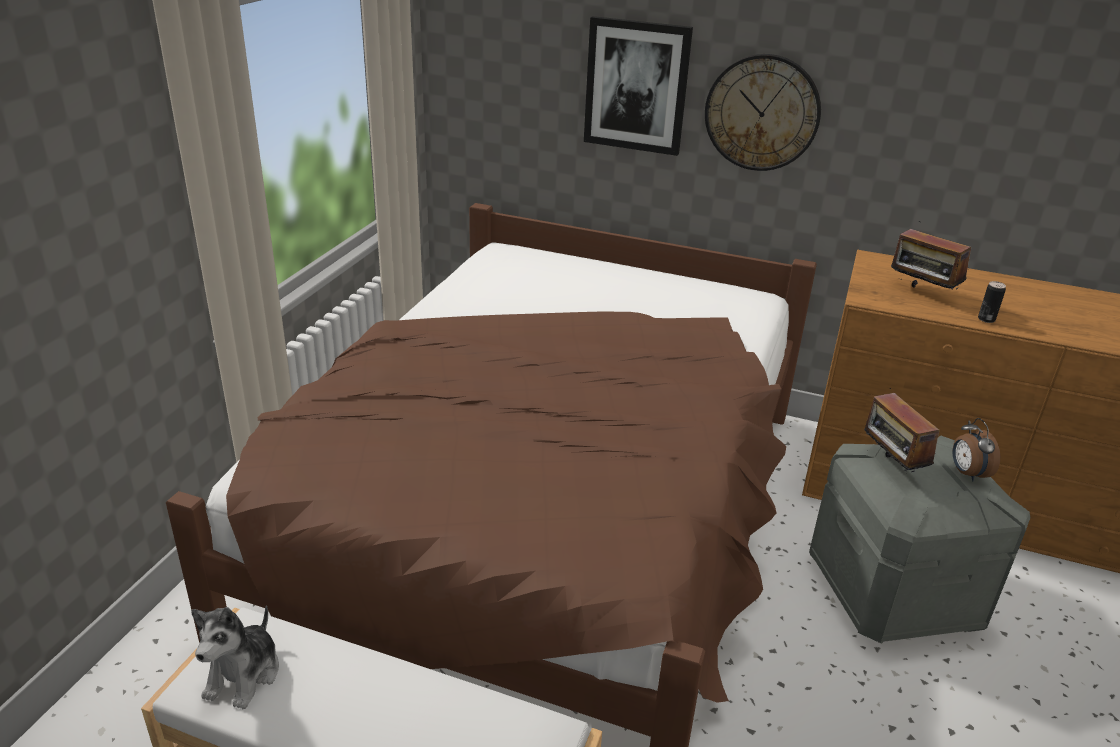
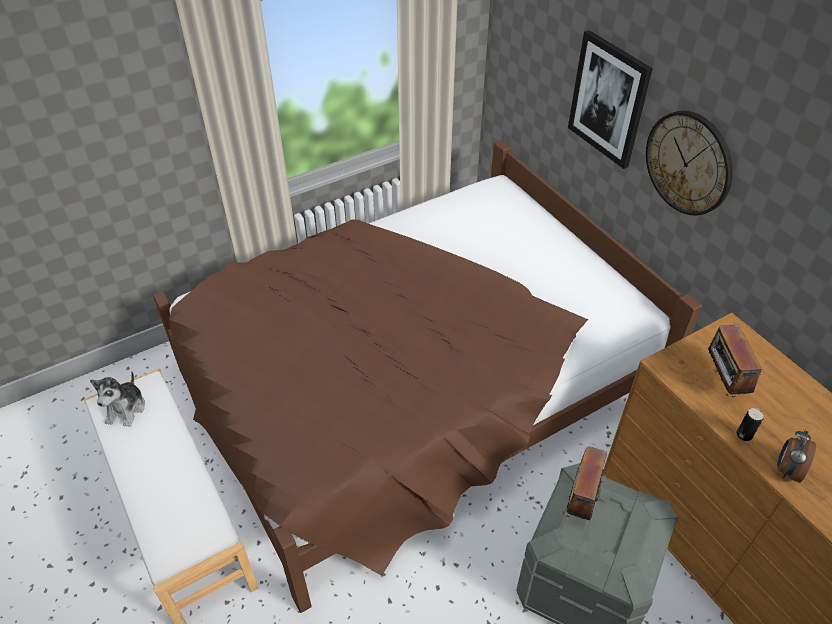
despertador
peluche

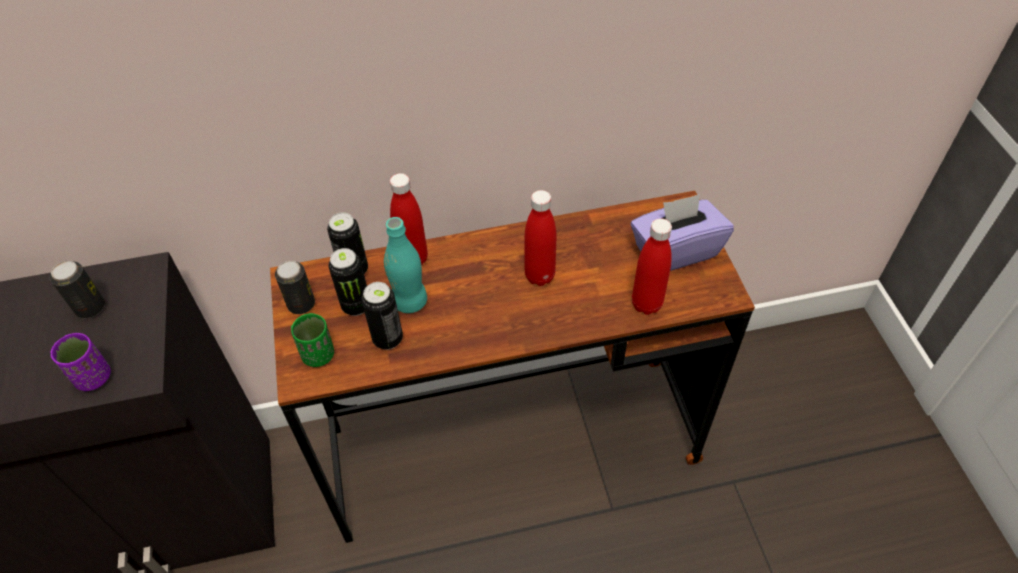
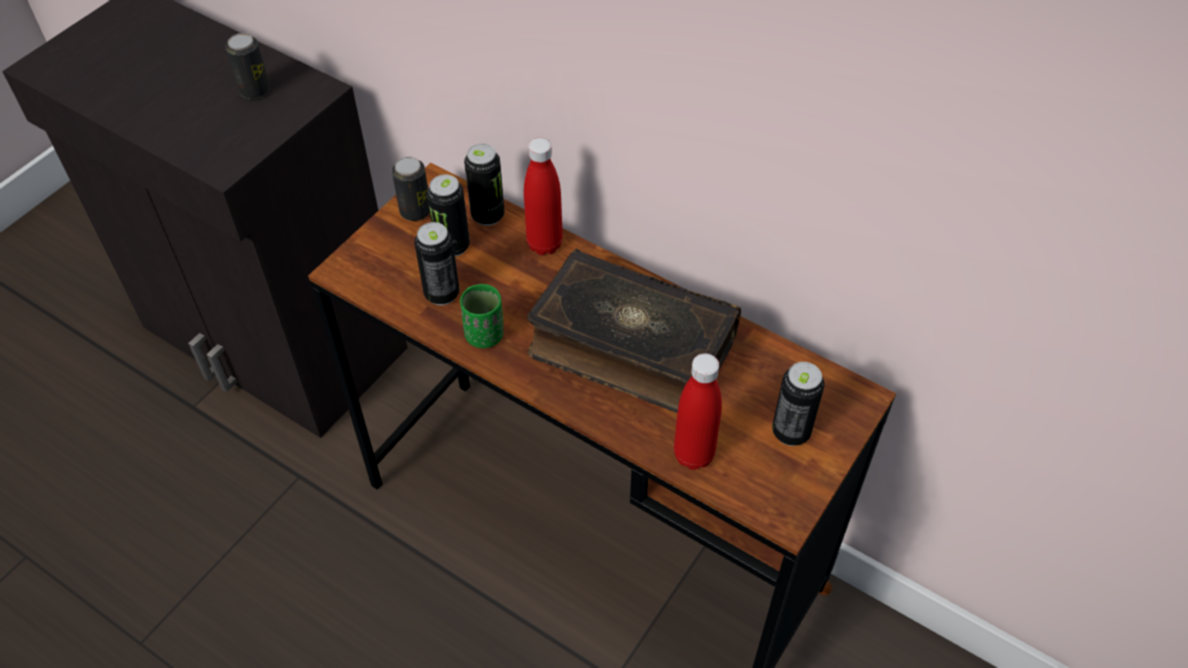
taza/morado
botella/turquesa
taza/verde
libro
lata (6th from left)

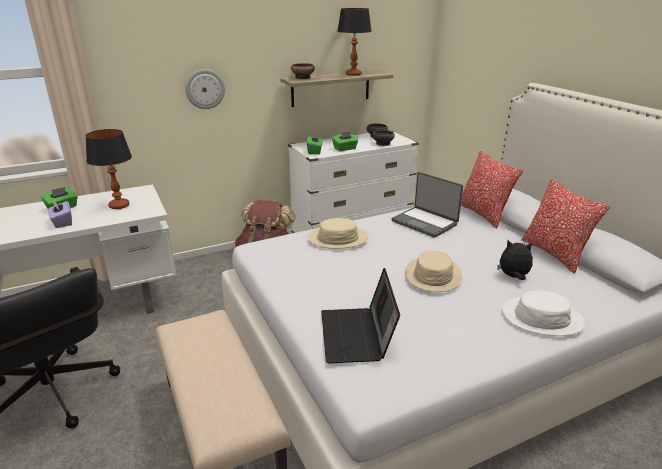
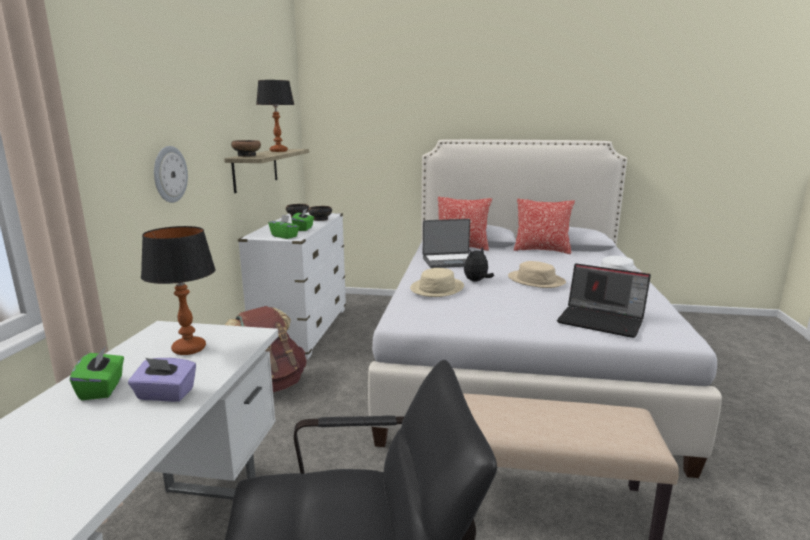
peluche

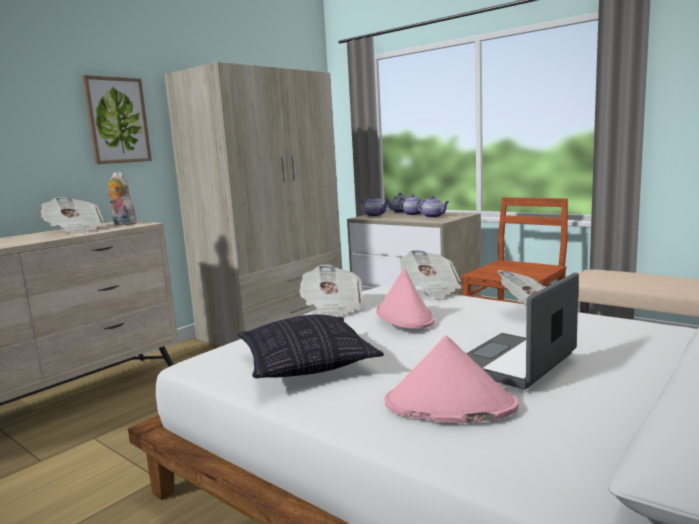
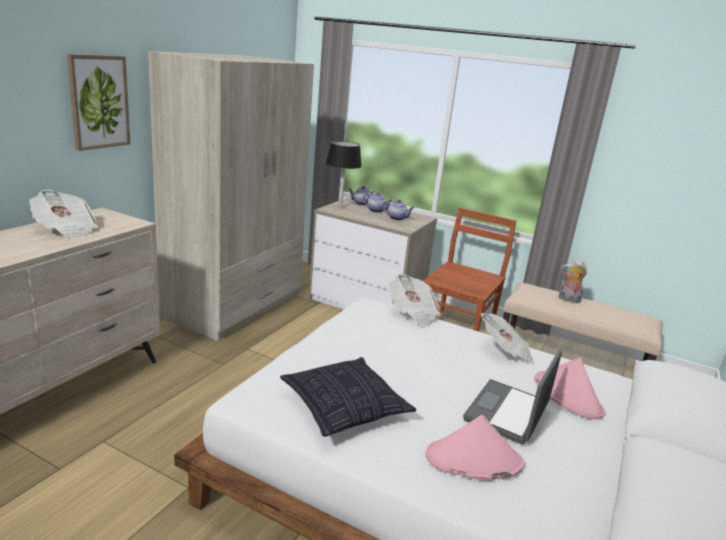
periódico (2nd from left in the first image)
peluche
sombrero/rosa (2nd from left)
lámpara de mesa/negro

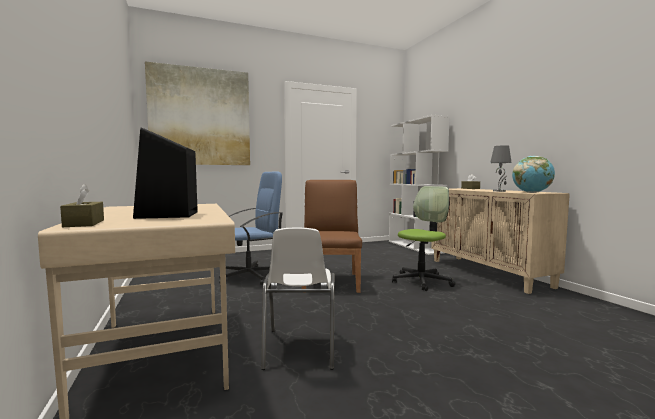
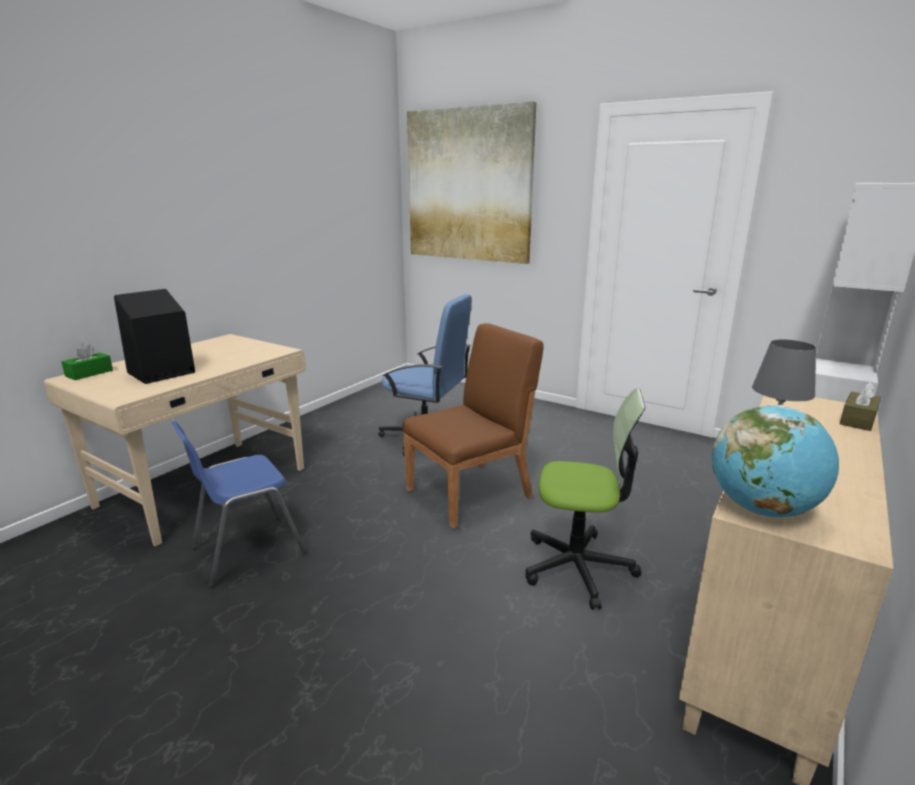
caja de pañuelos/verde
silla/azul

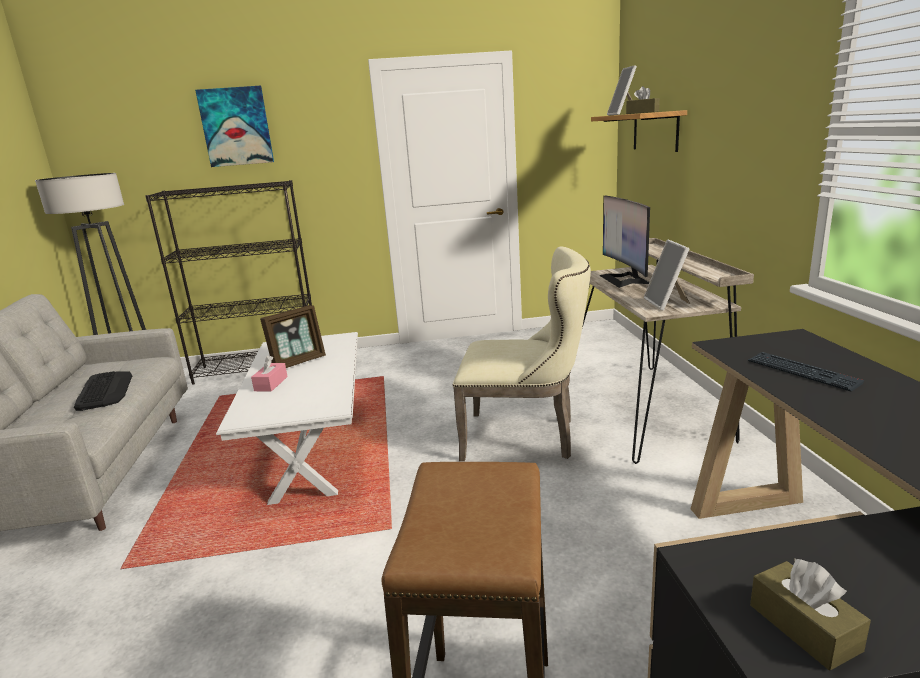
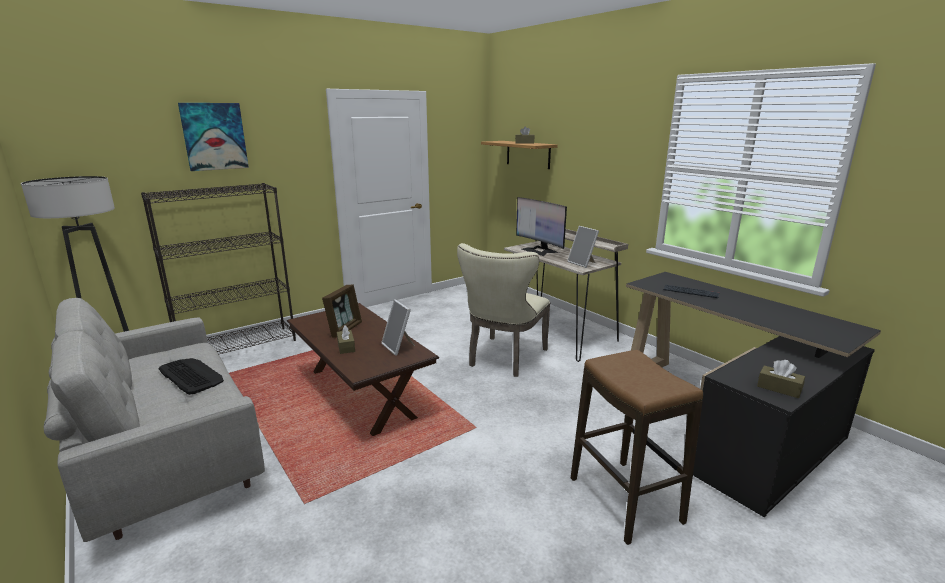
portarretratos (2nd from left)
mesa de centro/marrón
caja de pañuelos/marrón (1st from left)
silla/beis

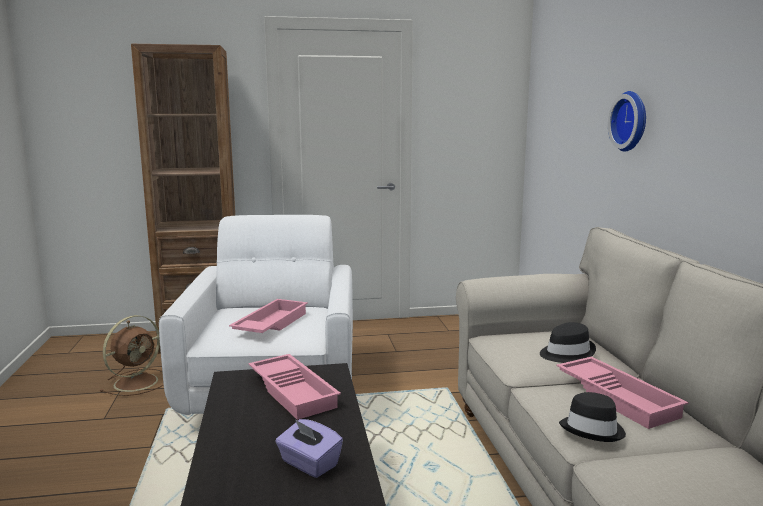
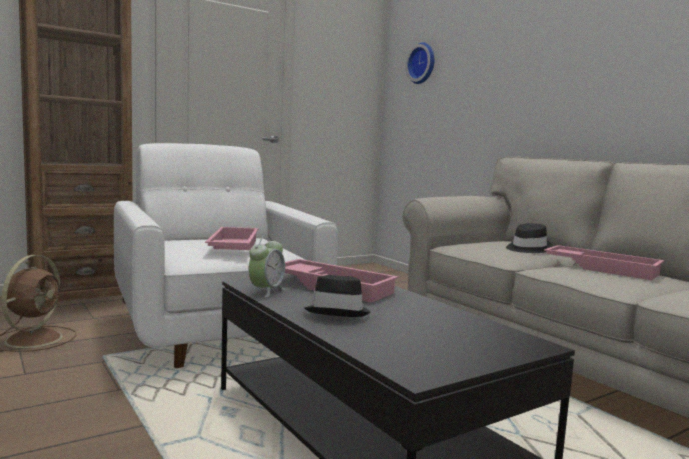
caja de pañuelos/morado
despertador
sombrero/negro (1st from left)
reloj de pared

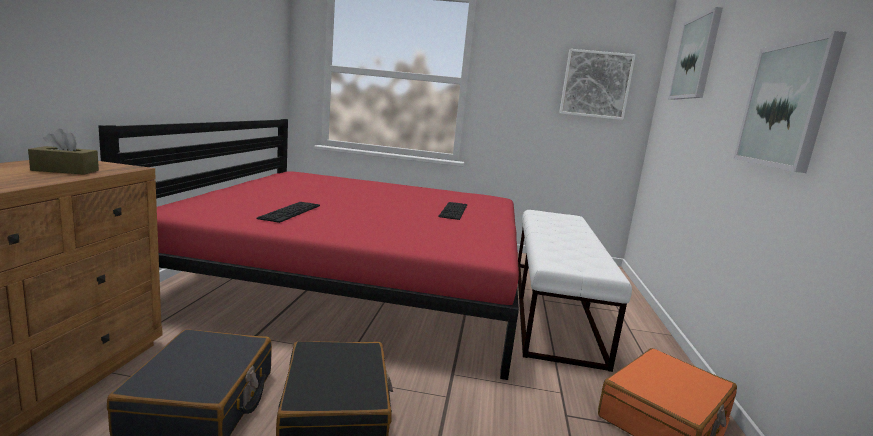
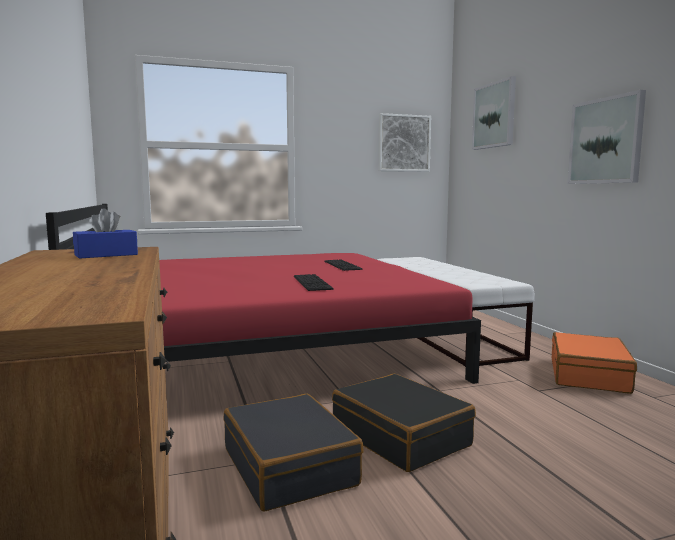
teclado (1st from left)
caja de pañuelos/azul

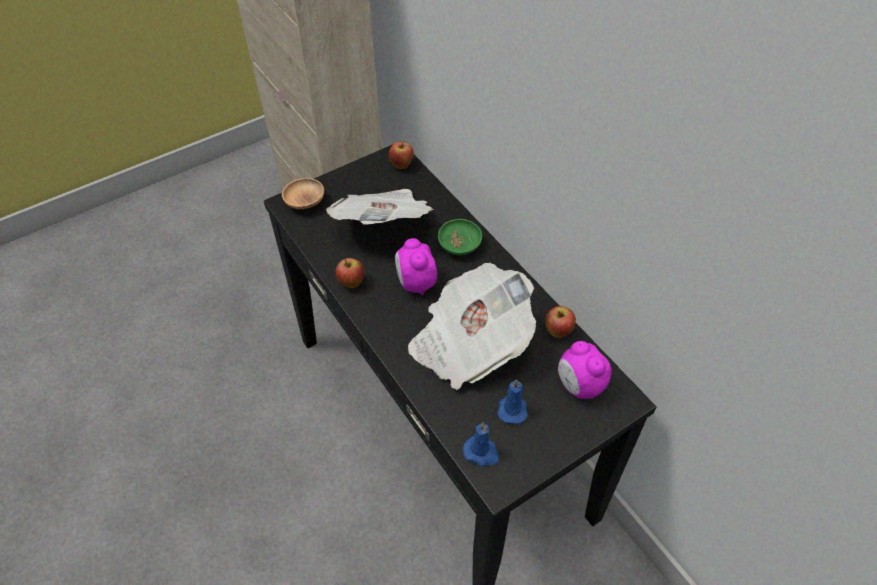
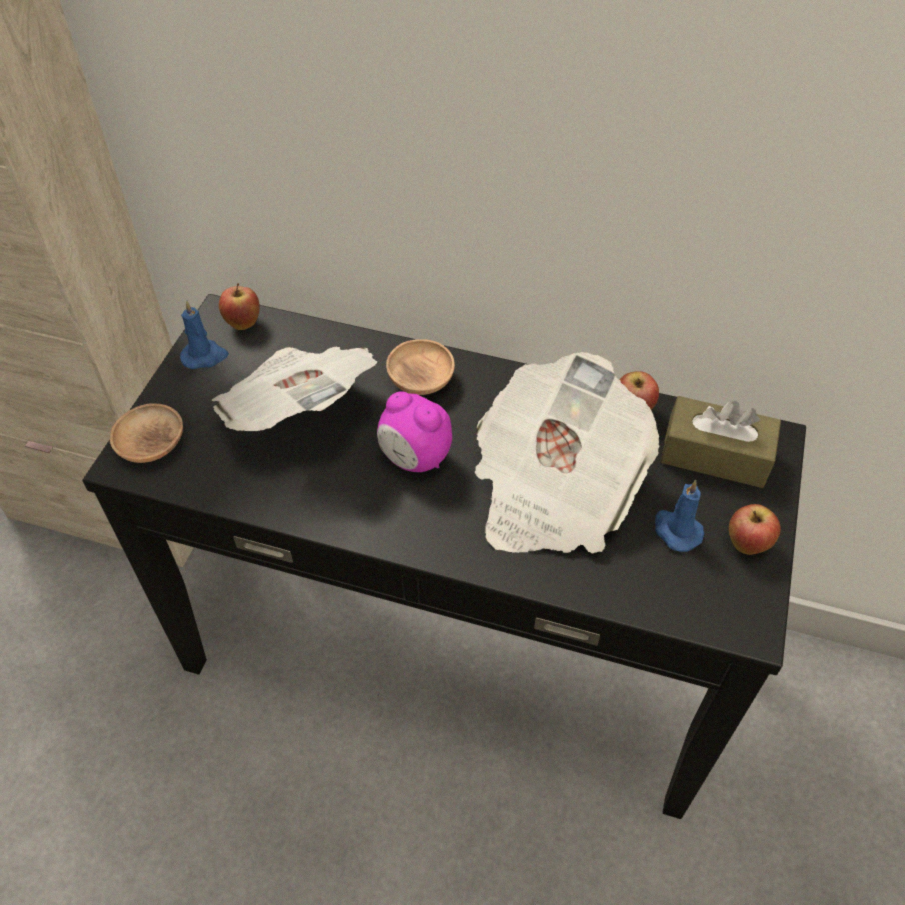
manzana (3rd from left)
vela/azul (1st from left)
caja de pañuelos/marrón
cuenco/marrón (2nd from left)

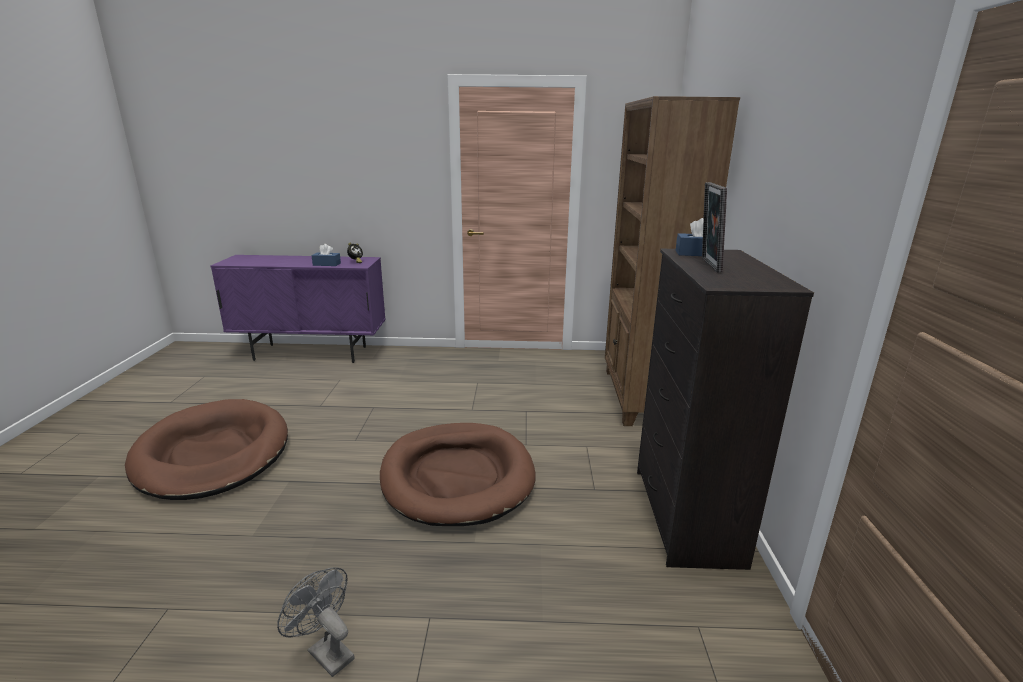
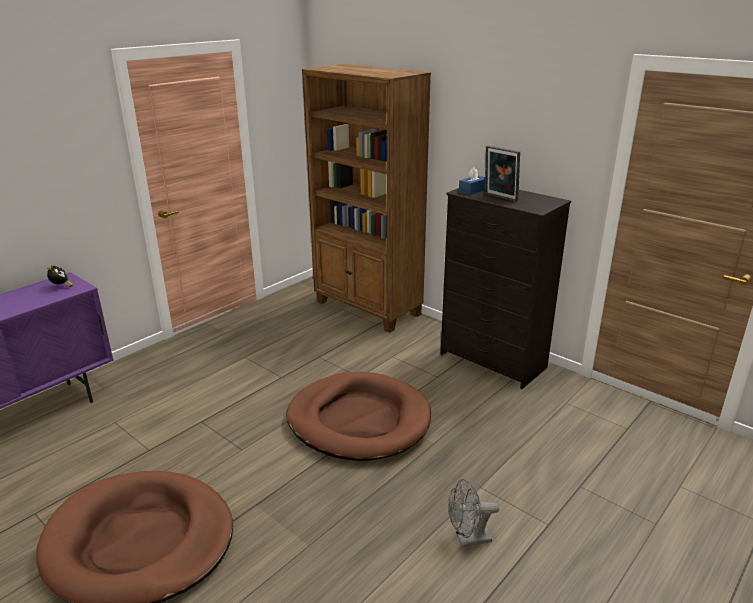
caja de pañuelos/azul (1st from left in the first image)

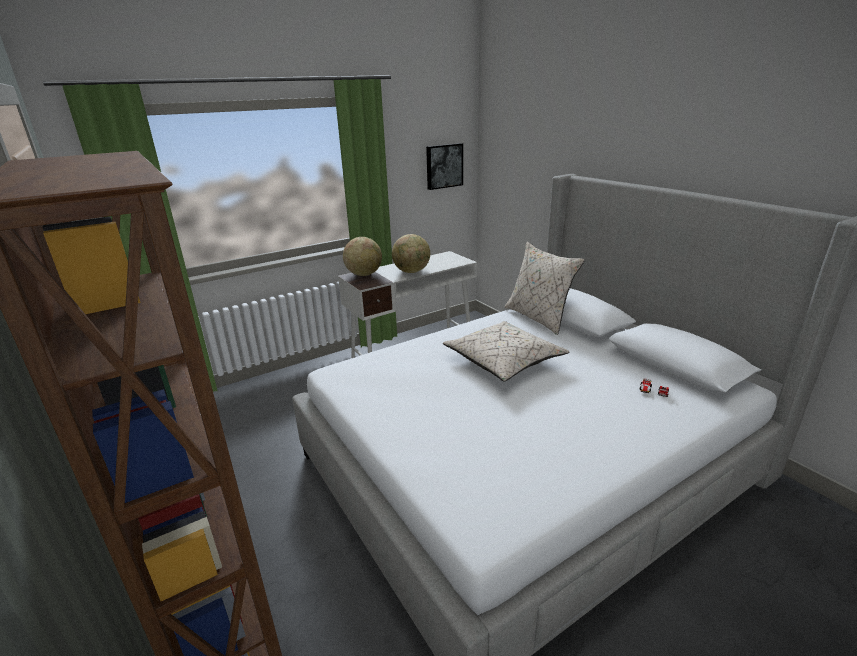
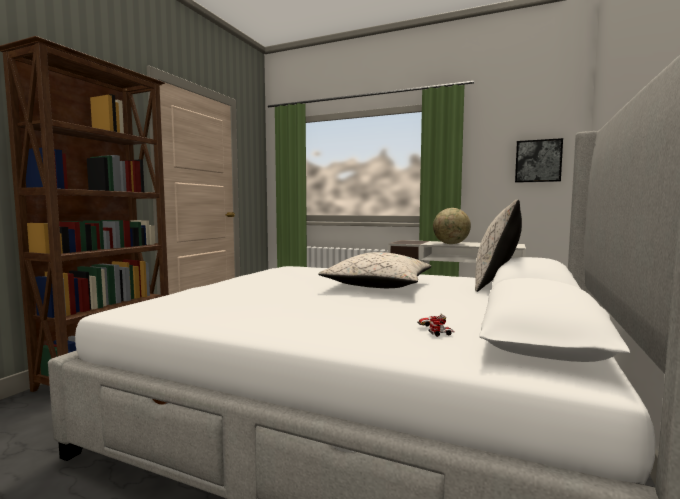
globo terráqueo (1st from left in the first image)

